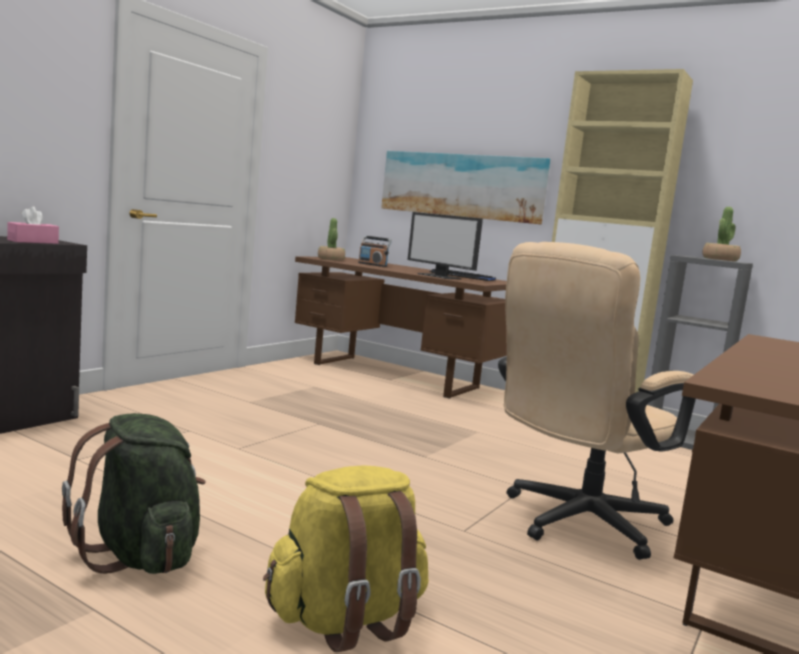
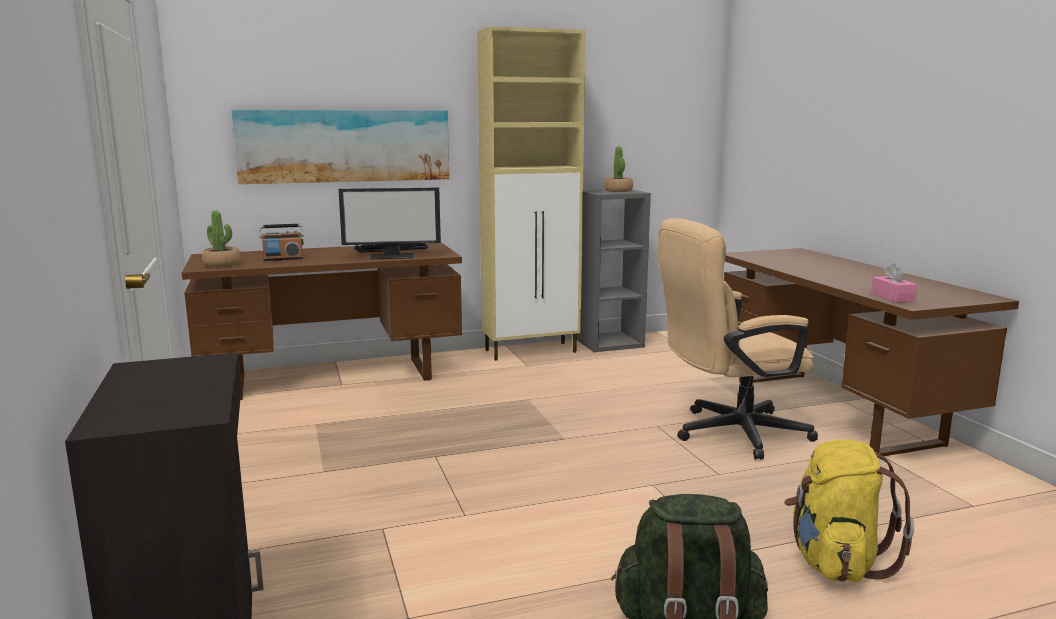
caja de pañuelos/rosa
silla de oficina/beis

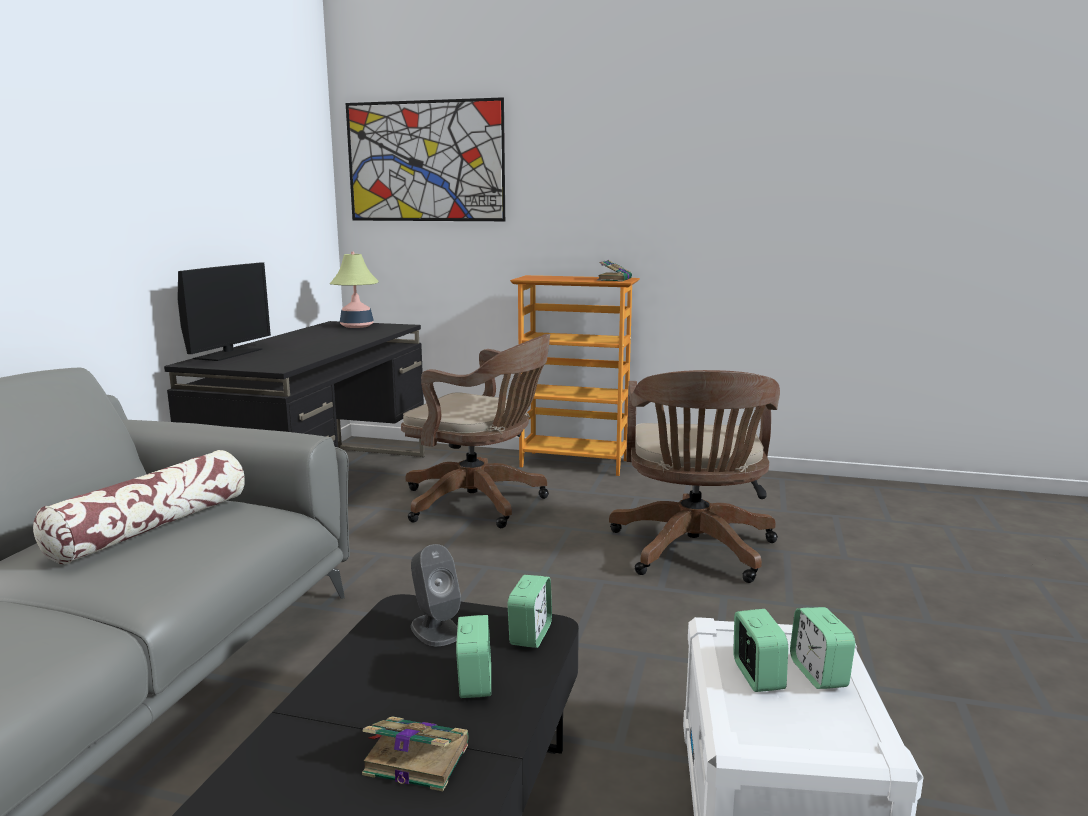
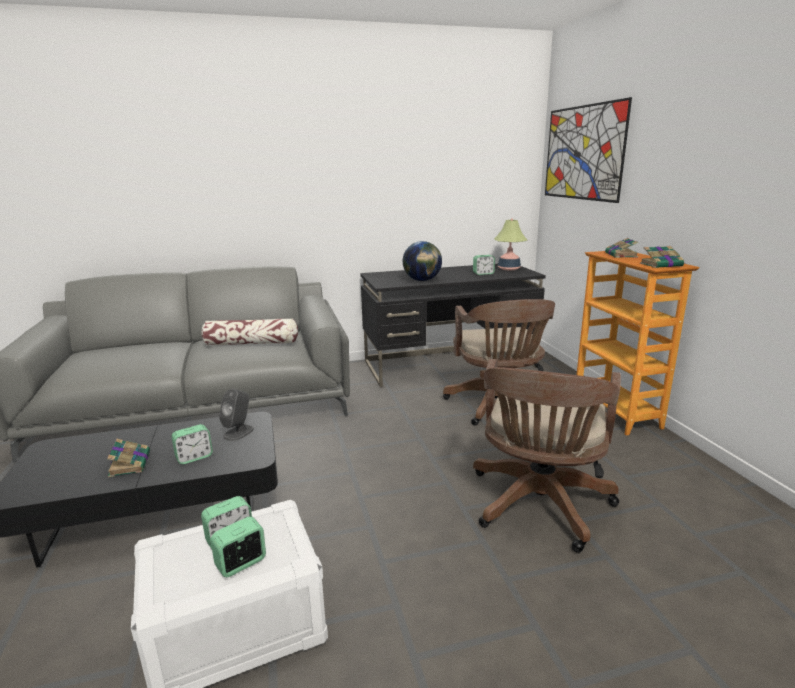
monitor
globo terráqueo
libro (2nd from left)
despertador (4th from left)
silla de oficina/marrón (2nd from left)

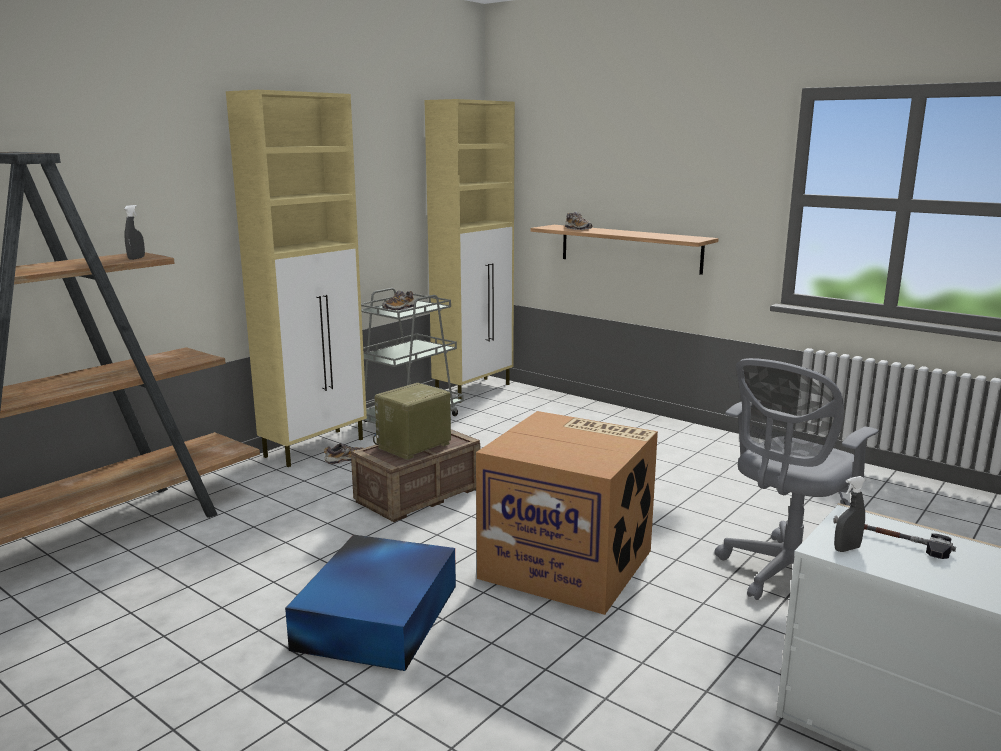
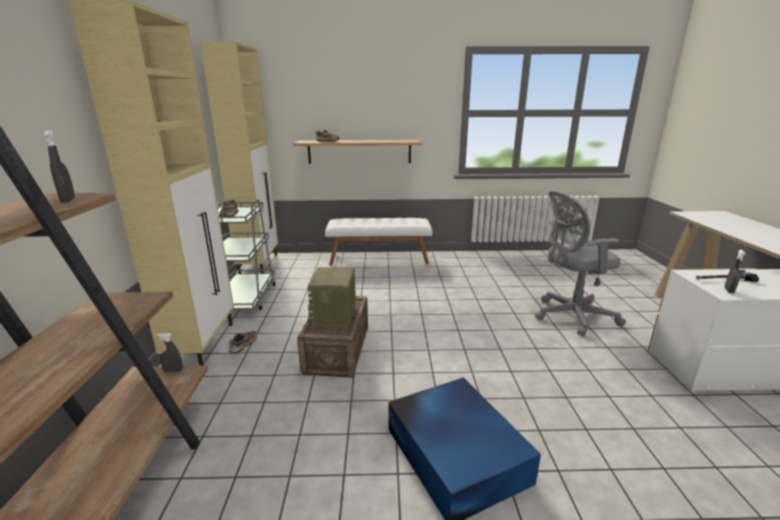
caja de cartón
pulverizador/gris (2nd from left)
banco/blanco
silla de oficina/gris

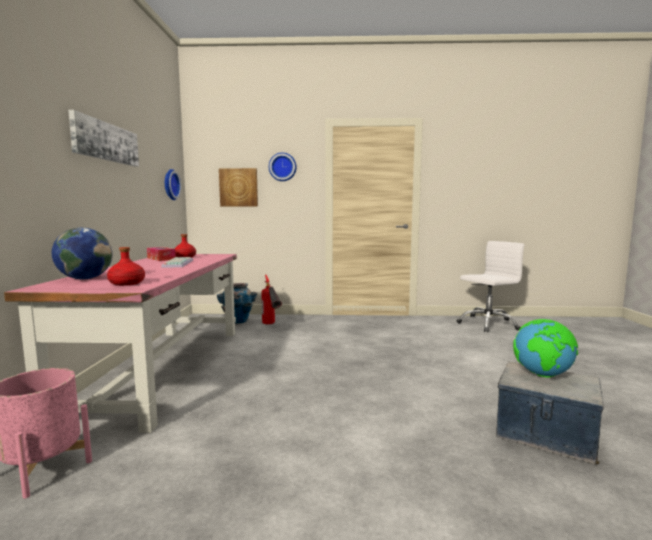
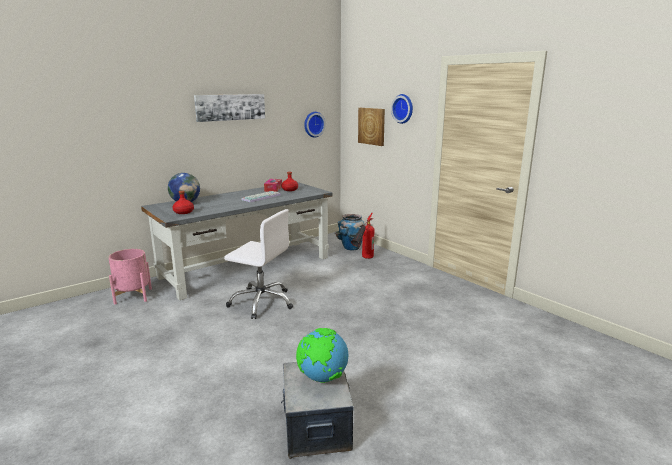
silla de oficina/blanco
escritorio/gris

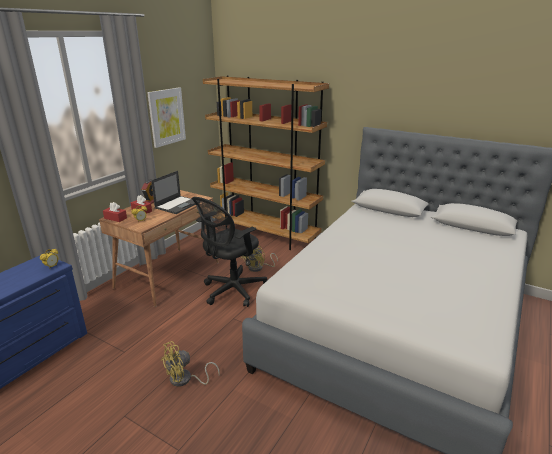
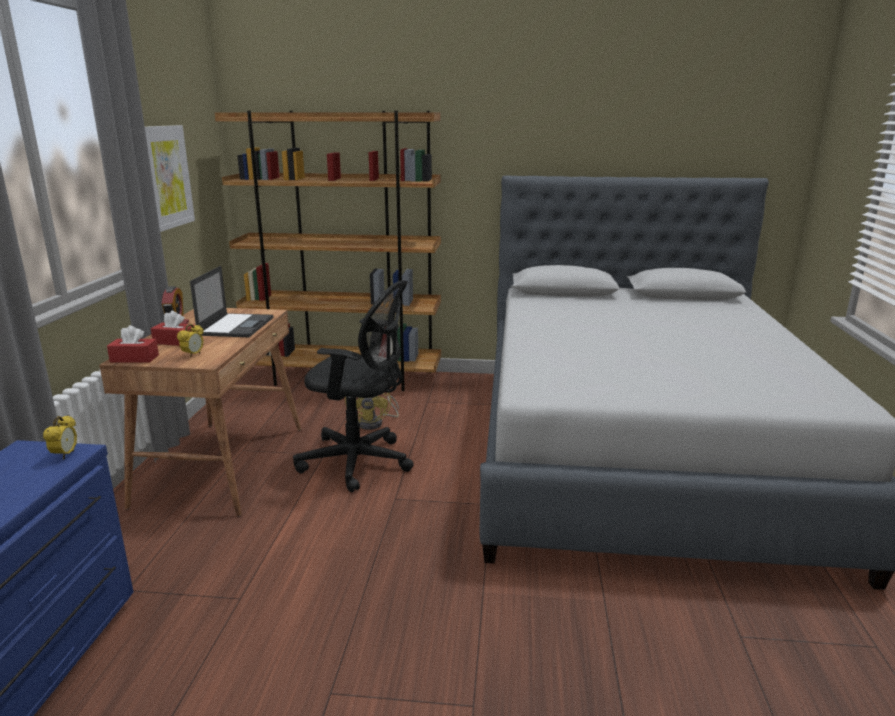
ventilador/amarillo (1st from left in the first image)
silla de oficina/negro

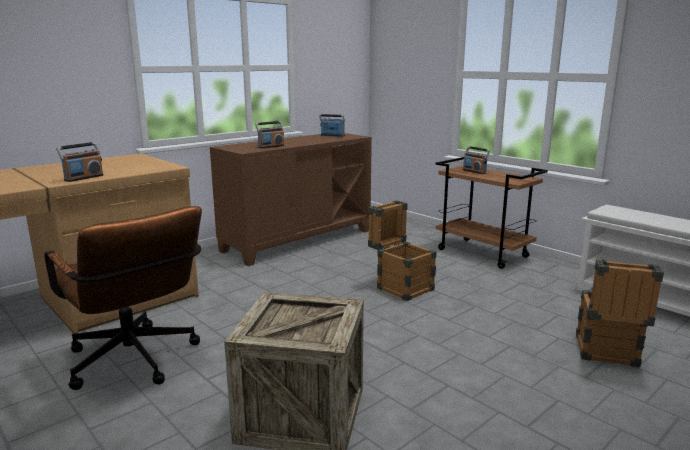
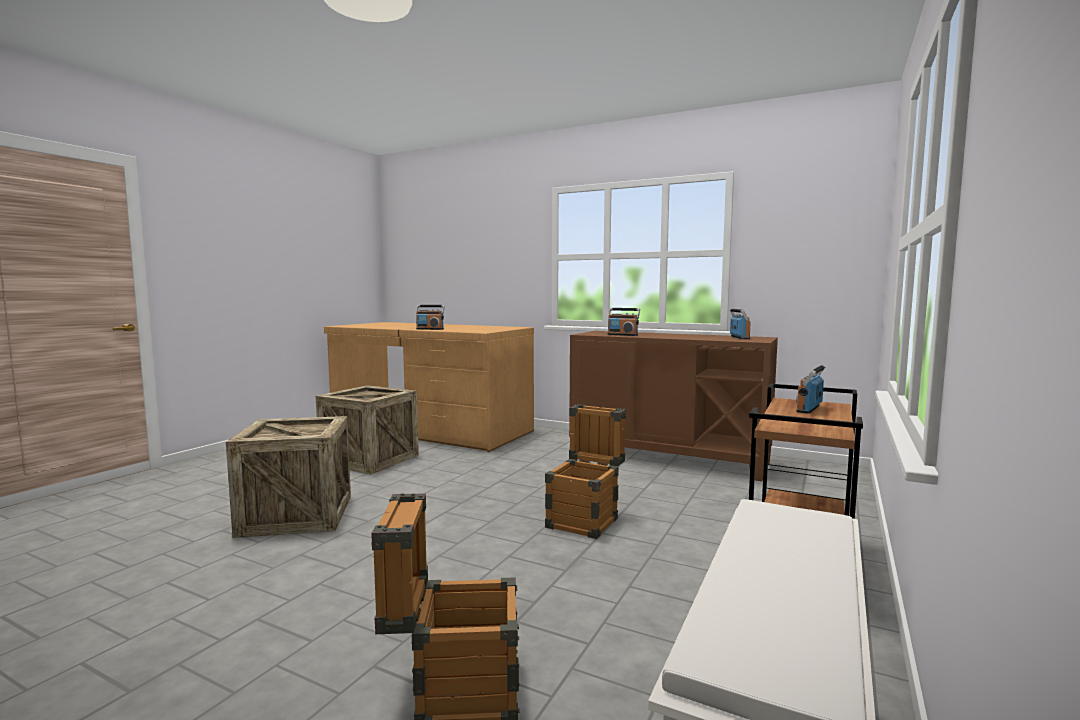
caja de embalaje (2nd from left)

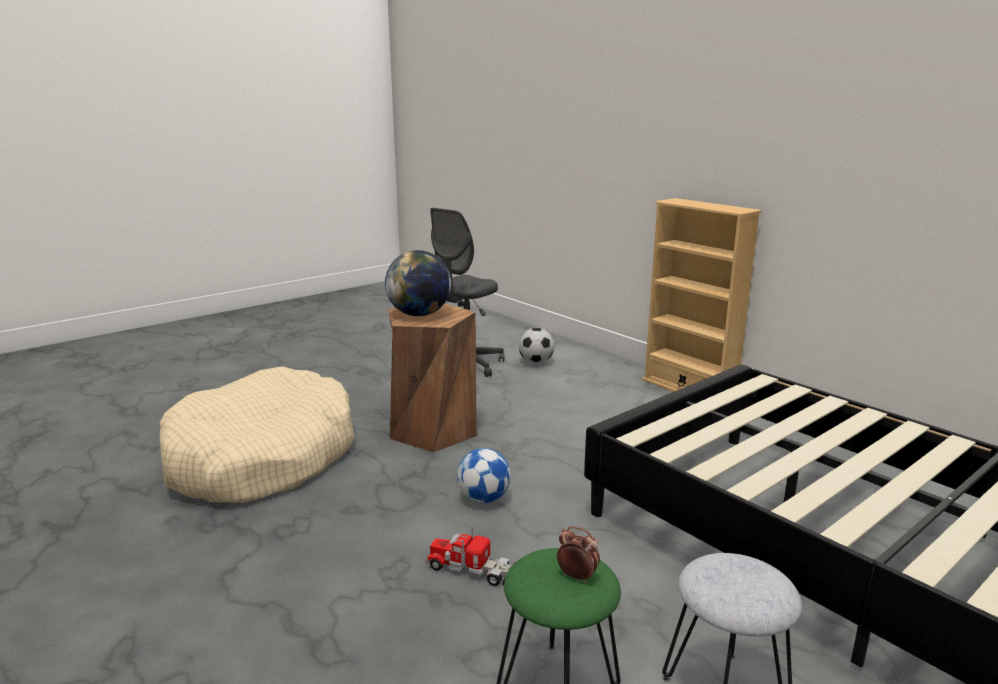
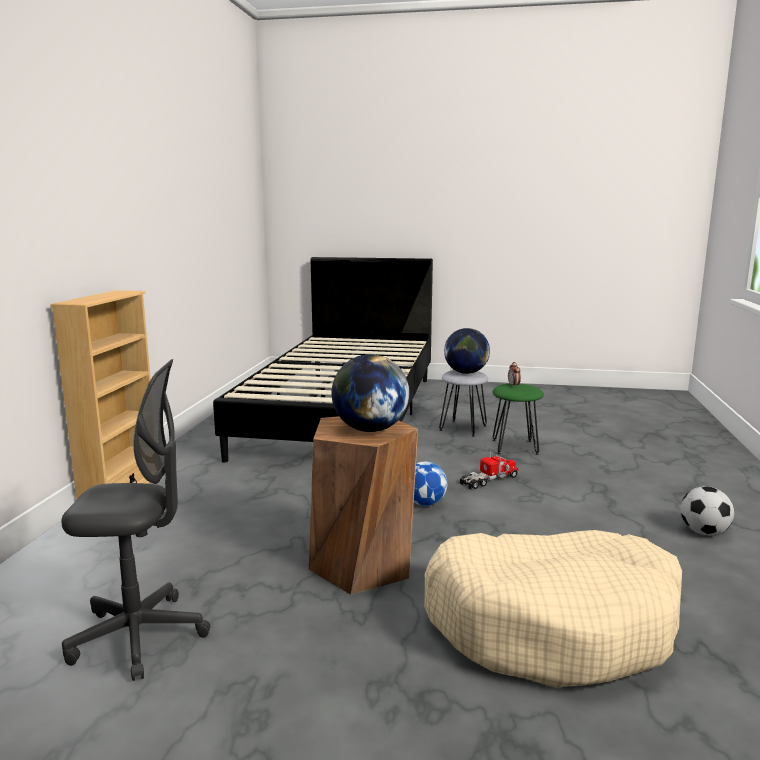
globo terráqueo (2nd from left)
balón de fútbol (2nd from left)
camión de juguete

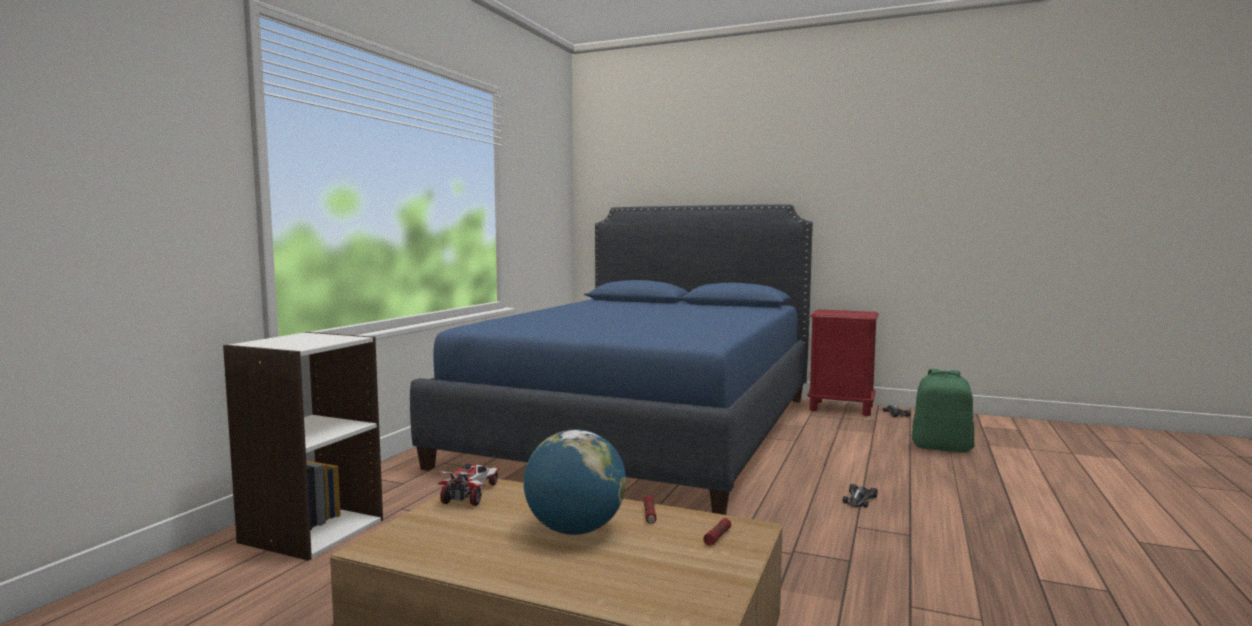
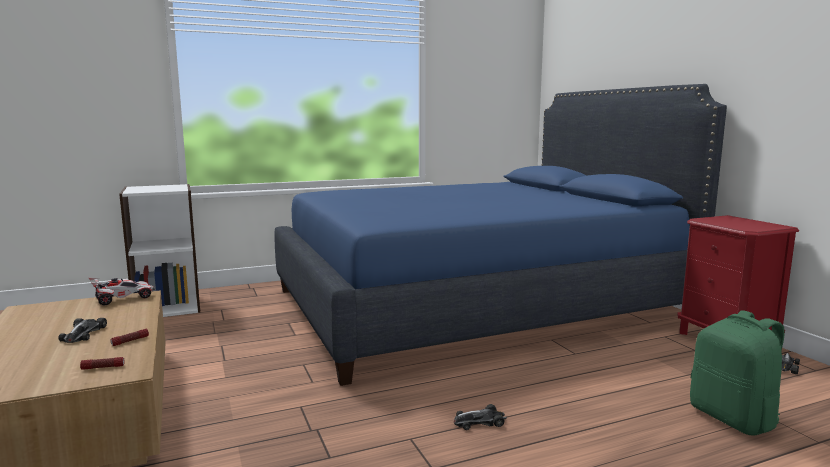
coche de juguete (1st from left)

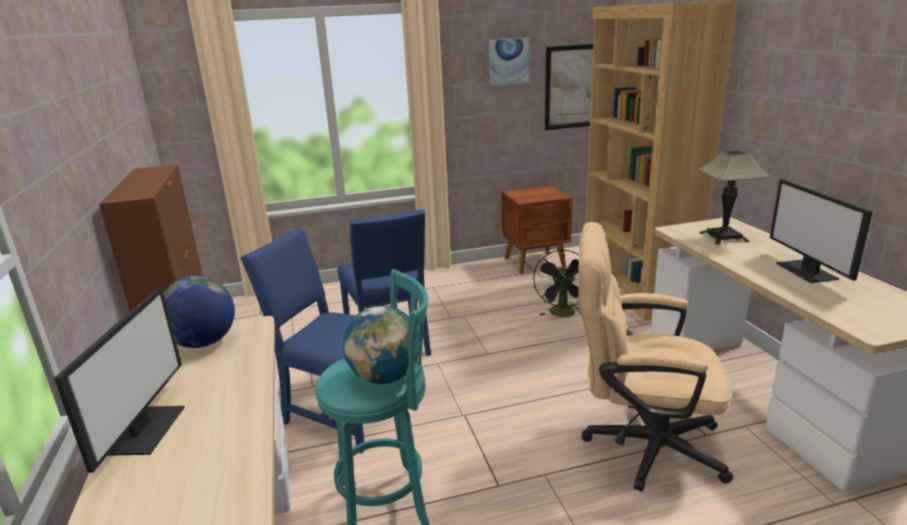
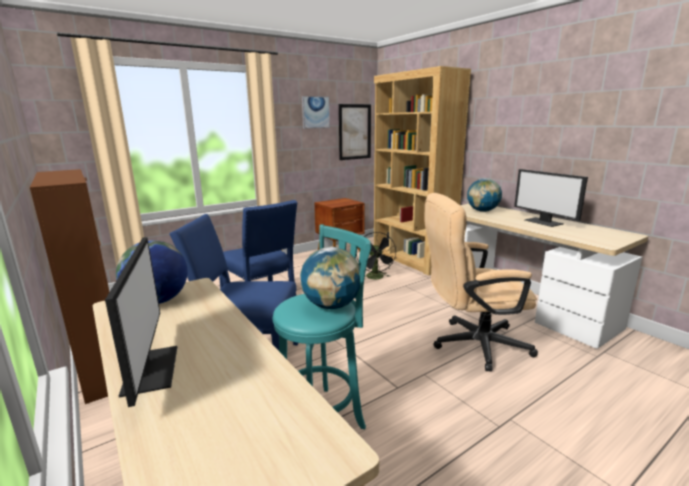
globo terráqueo (3rd from left)

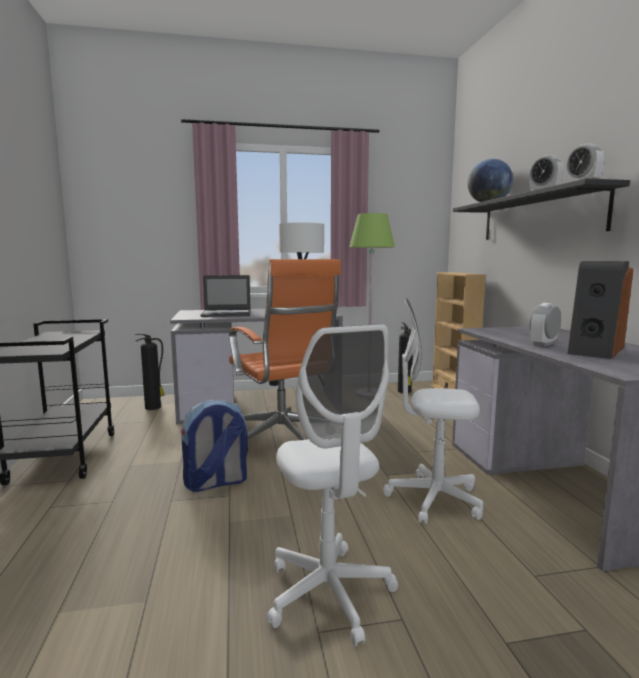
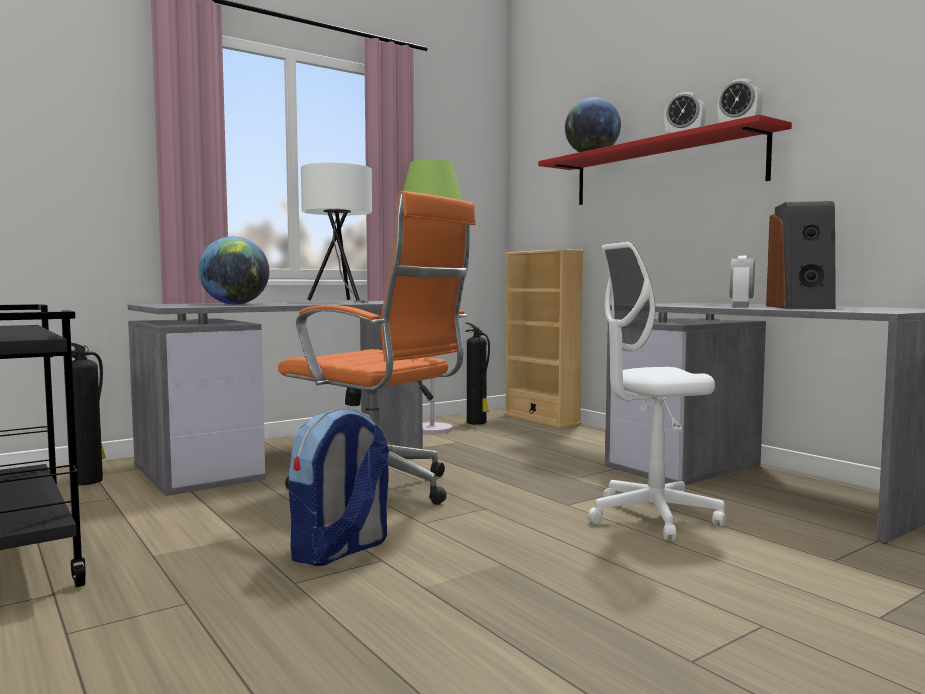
silla de oficina/blanco (1st from left in the first image)
globo terráqueo (1st from left)
estante/rojo

